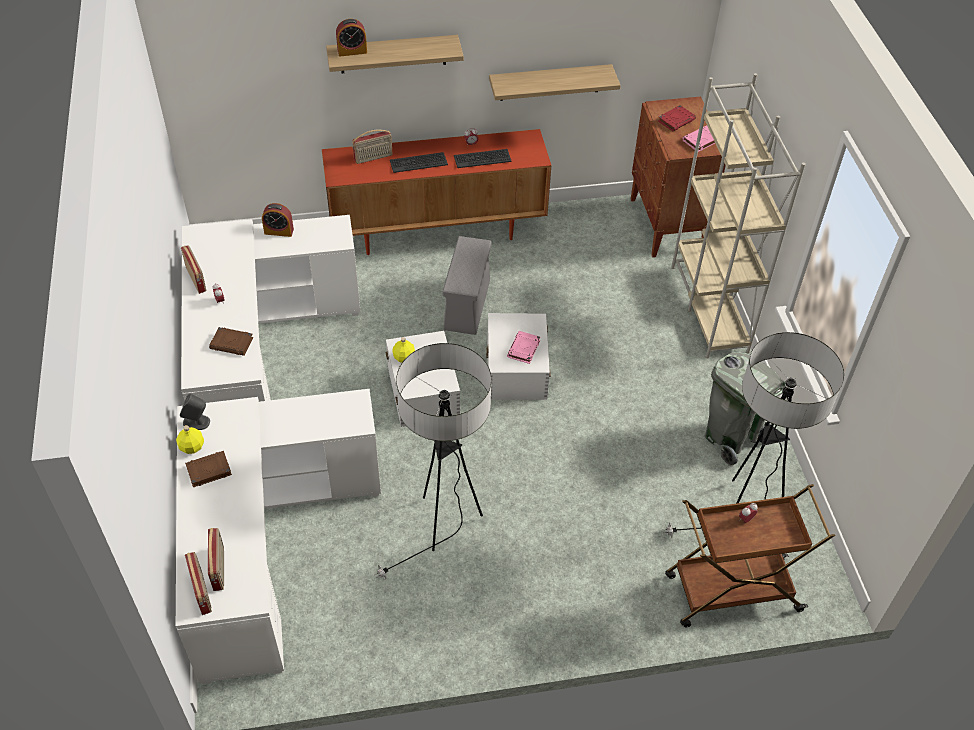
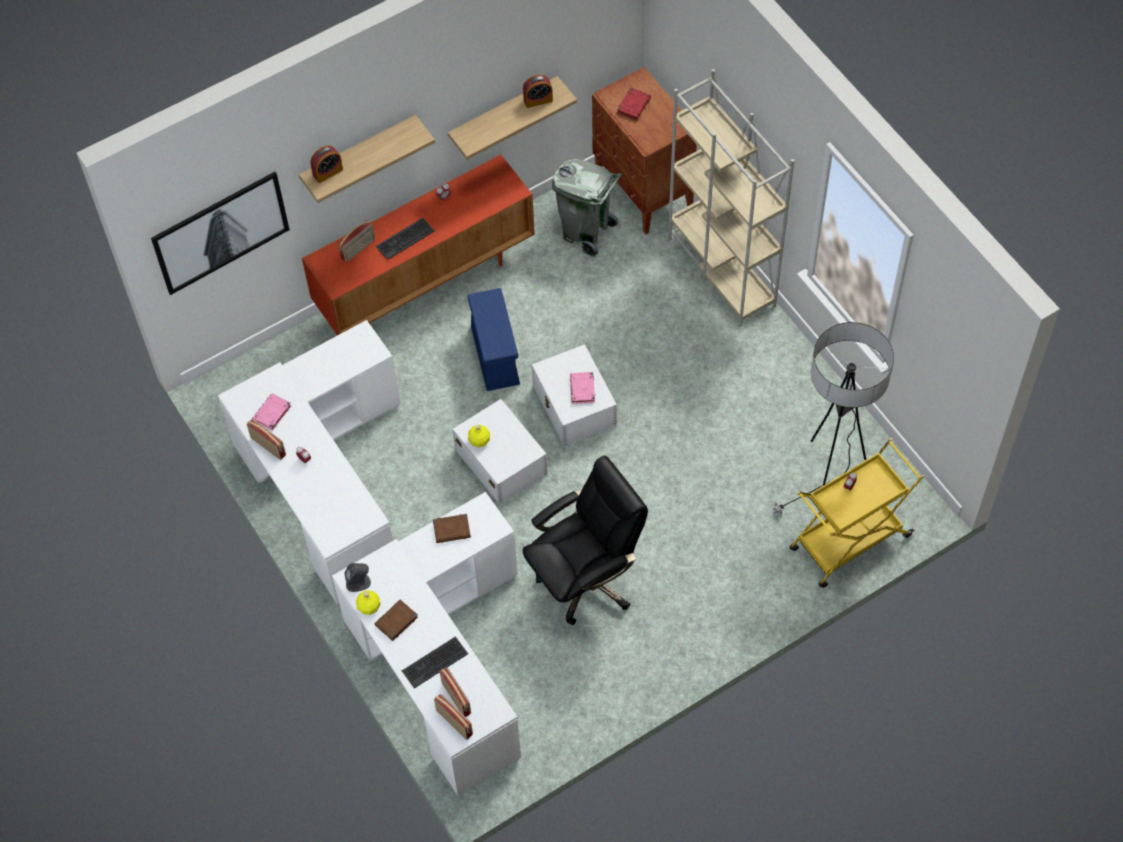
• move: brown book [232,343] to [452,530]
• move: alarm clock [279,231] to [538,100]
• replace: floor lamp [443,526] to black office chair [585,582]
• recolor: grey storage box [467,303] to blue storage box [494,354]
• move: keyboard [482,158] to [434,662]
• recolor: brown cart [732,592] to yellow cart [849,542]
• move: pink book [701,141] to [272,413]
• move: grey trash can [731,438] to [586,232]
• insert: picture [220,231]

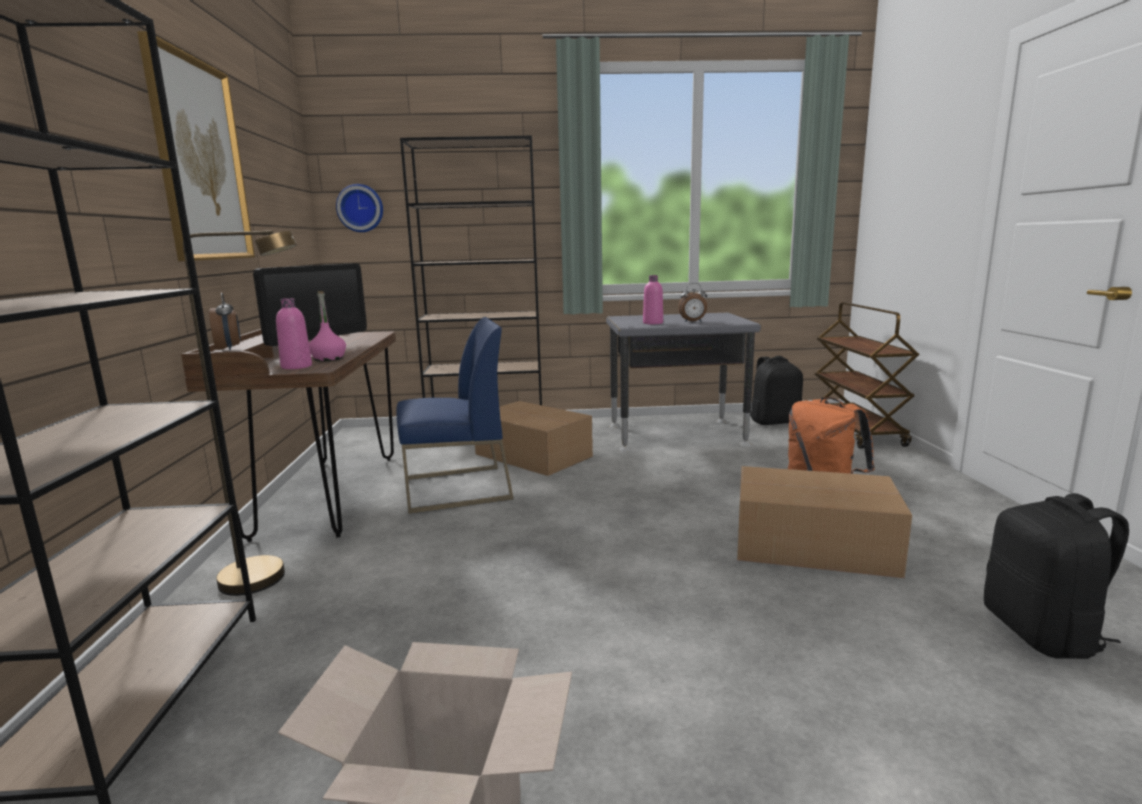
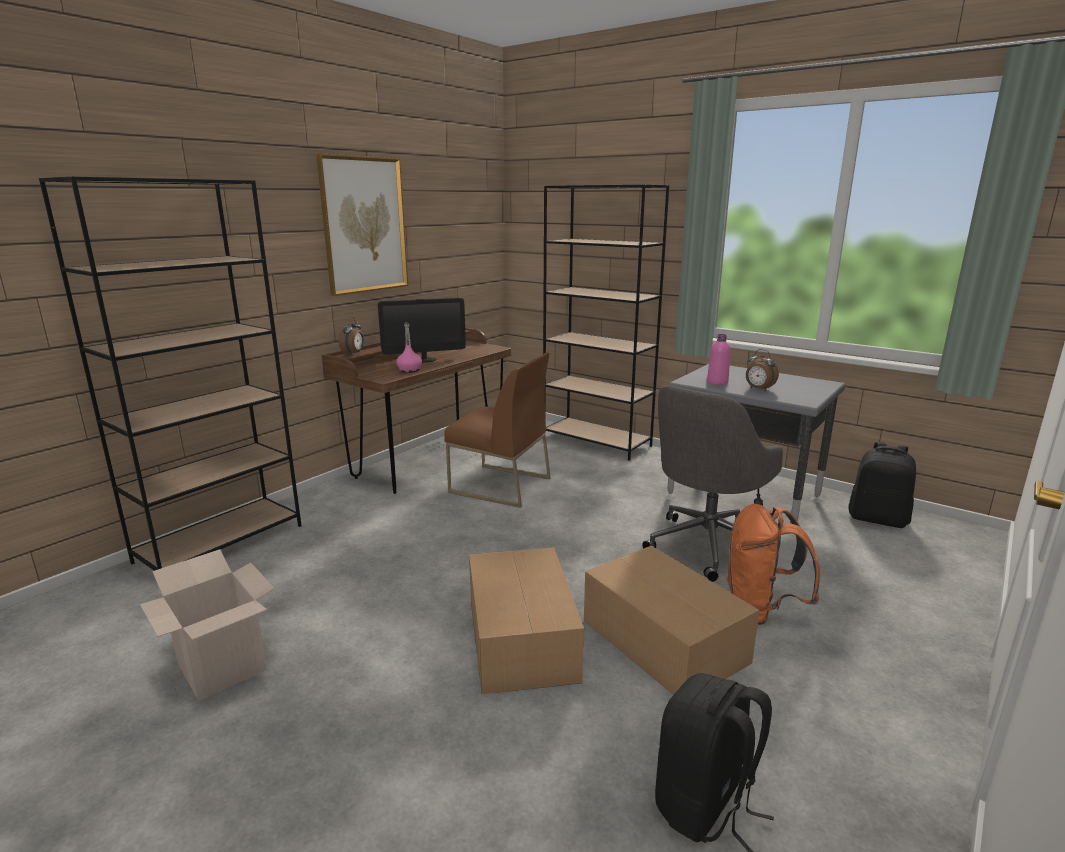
• delete: brown floor lamp [270,577]
• delete: pink bottle [296,366]
• delete: wall clock [360,208]
• recolor: blue chair [455,489] to brown chair [499,485]
• move: cardboard box [532,455] to [522,637]
• delete: brown cart [856,431]
• insert: grey office chair [707,547]

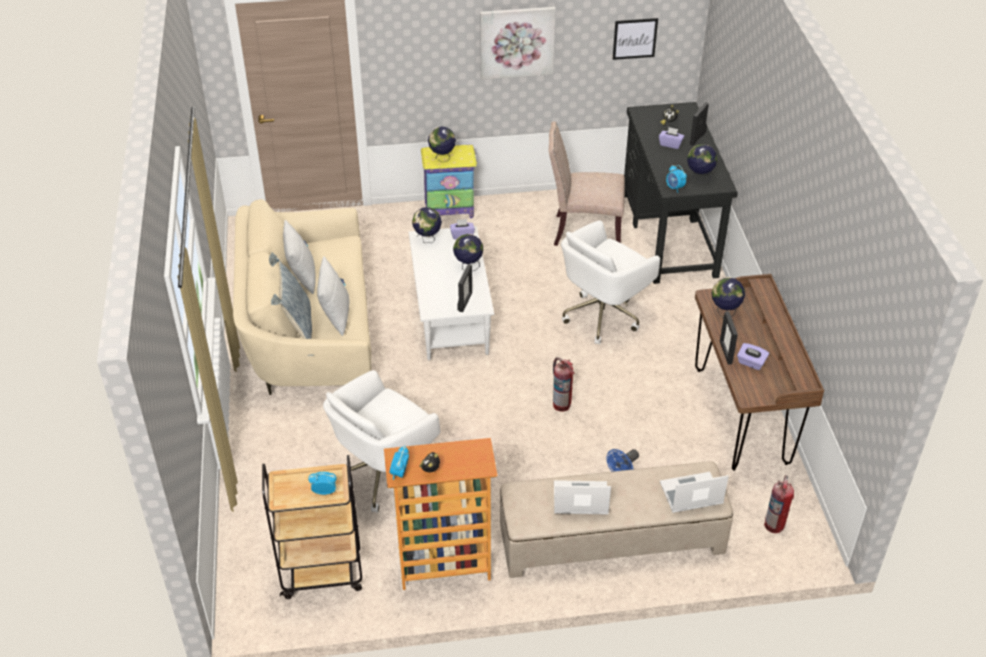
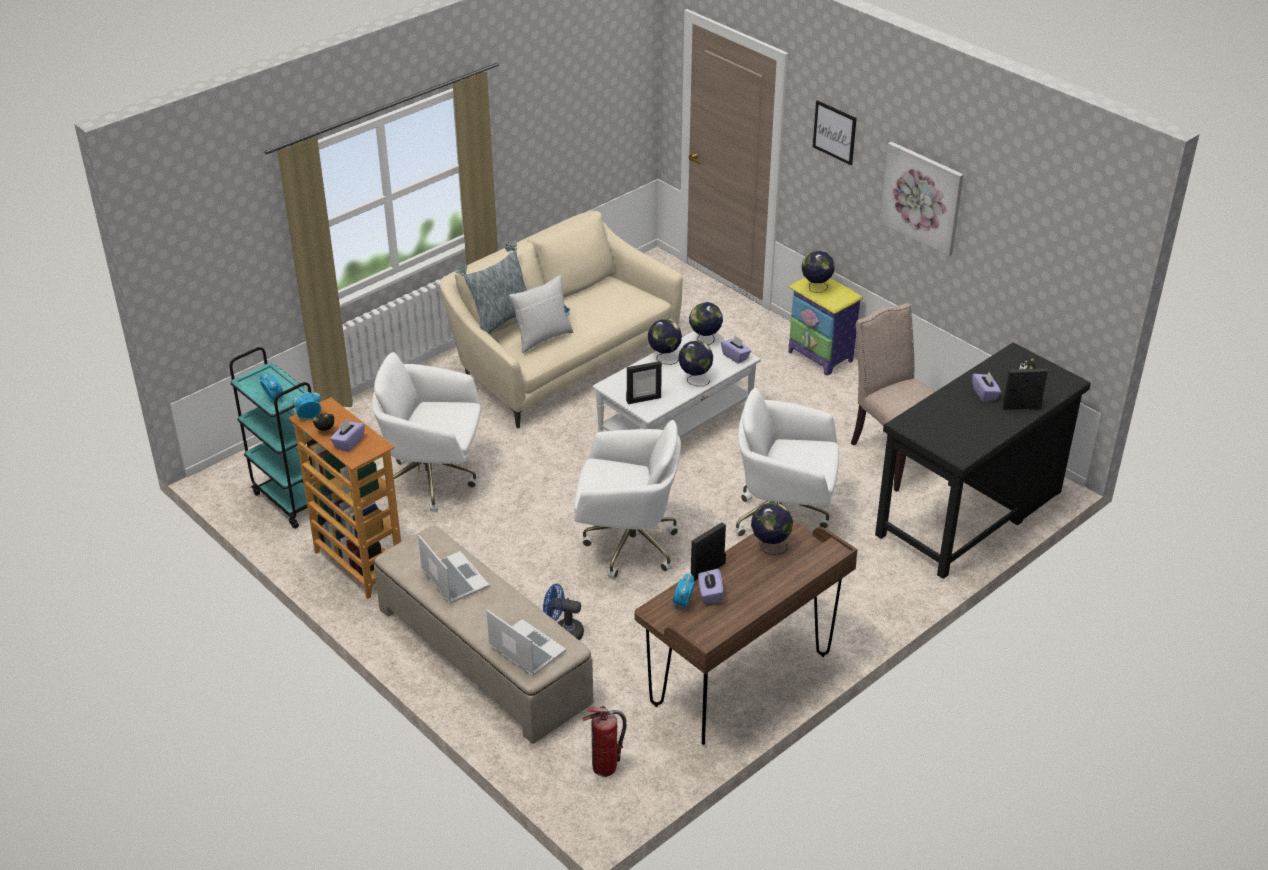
• recolor: brown cart [321,579] to turquoise cart [289,502]
• delete: grey pillow [302,277]
• replace: fire extinguisher [561,404] to white office chair [627,547]
• move: picture [634,38] to [834,132]
• move: alarm clock [674,188] to [683,603]
• move: globe [699,178] to [664,358]
• insert: purple tissue box [348,443]

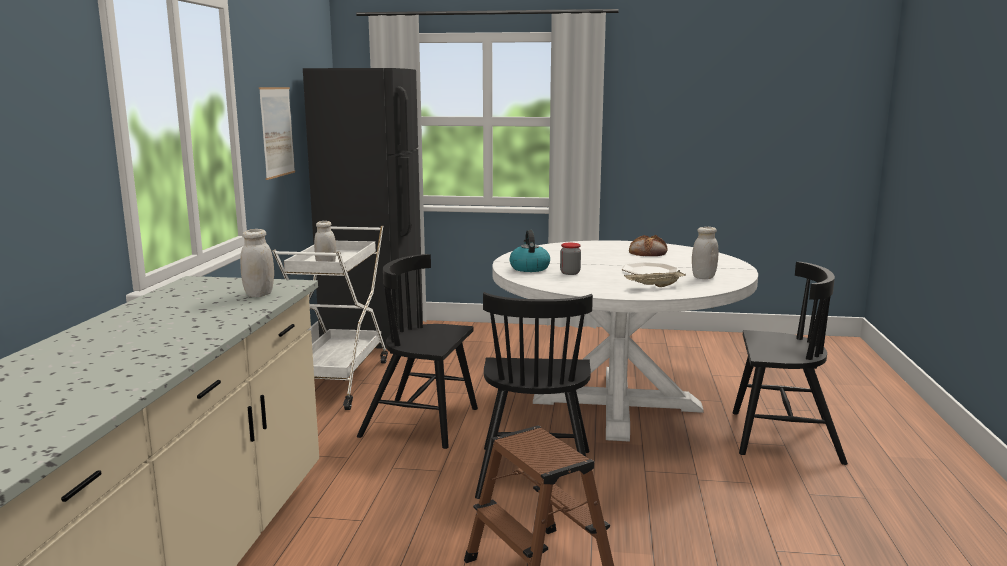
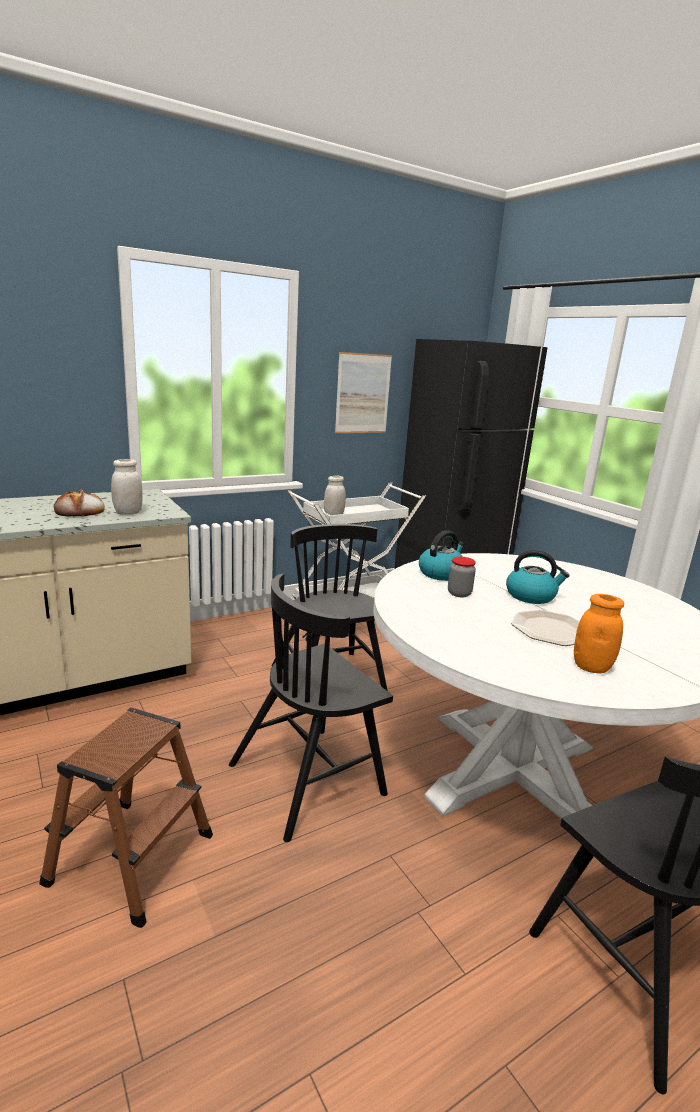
• delete: beige tray [654,287]
• move: bread [648,252] to [80,511]
• recolor: white jar [703,277] to orange jar [591,667]
• insert: kettle [531,596]

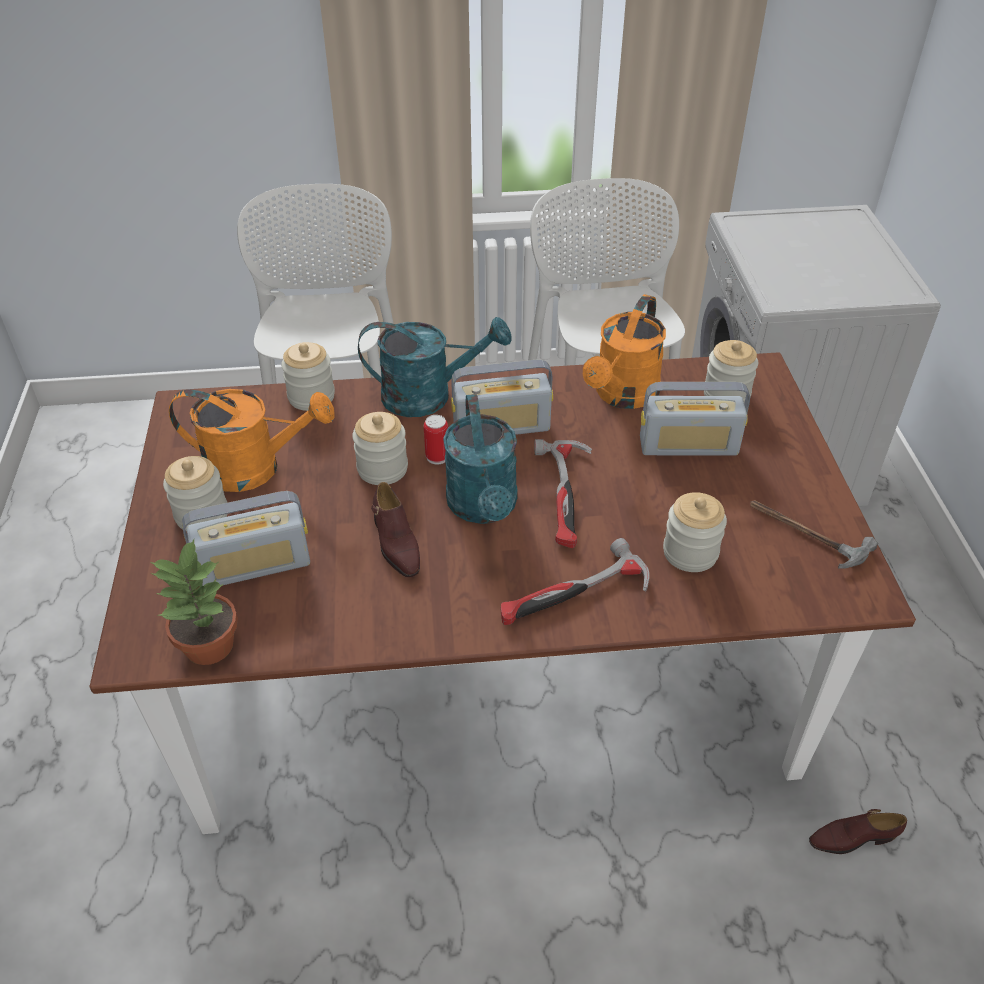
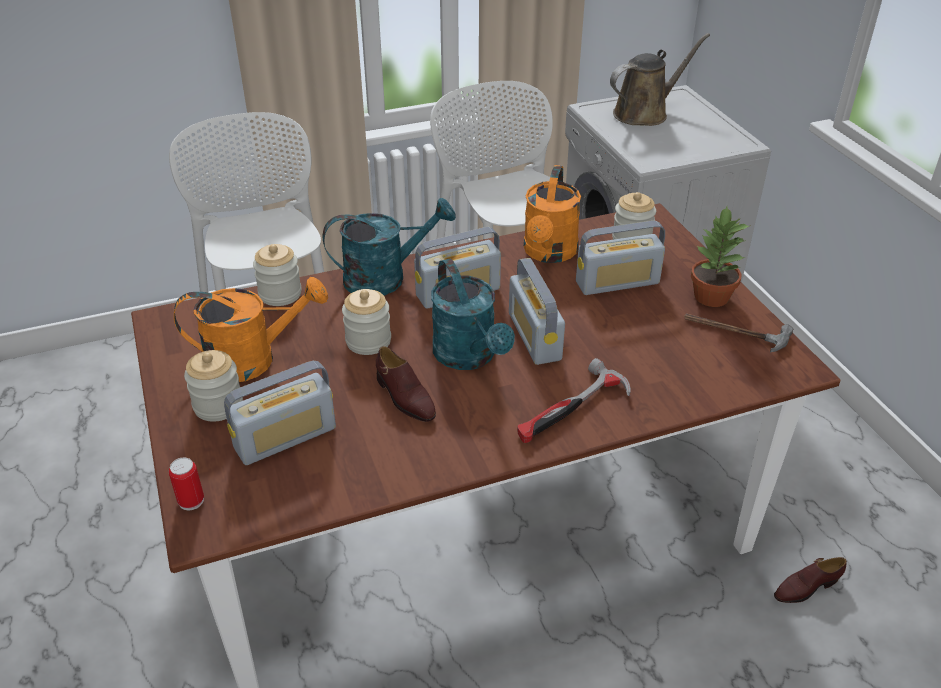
• move: potted plant [208,646] to [711,297]
• move: can [437,456] to [191,501]
• replace: hammer [566,496] to radio [534,336]
• delete: jar [690,552]
• insert: brown watering can [644,113]

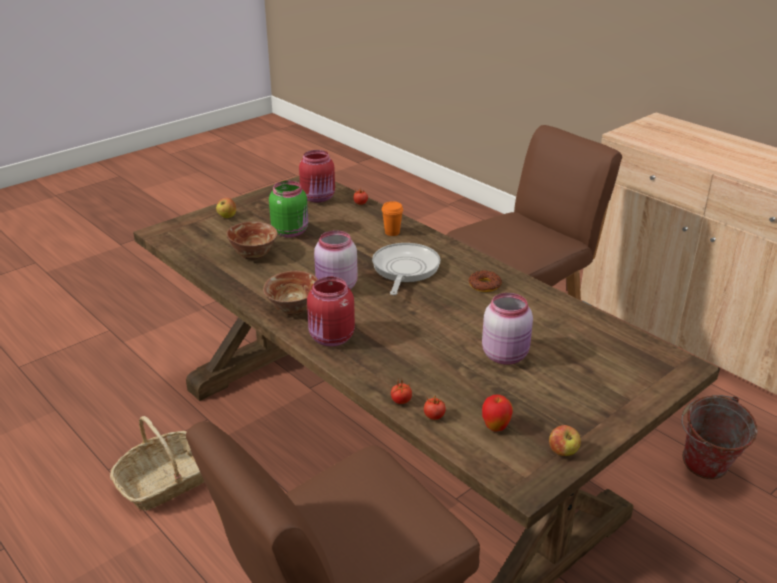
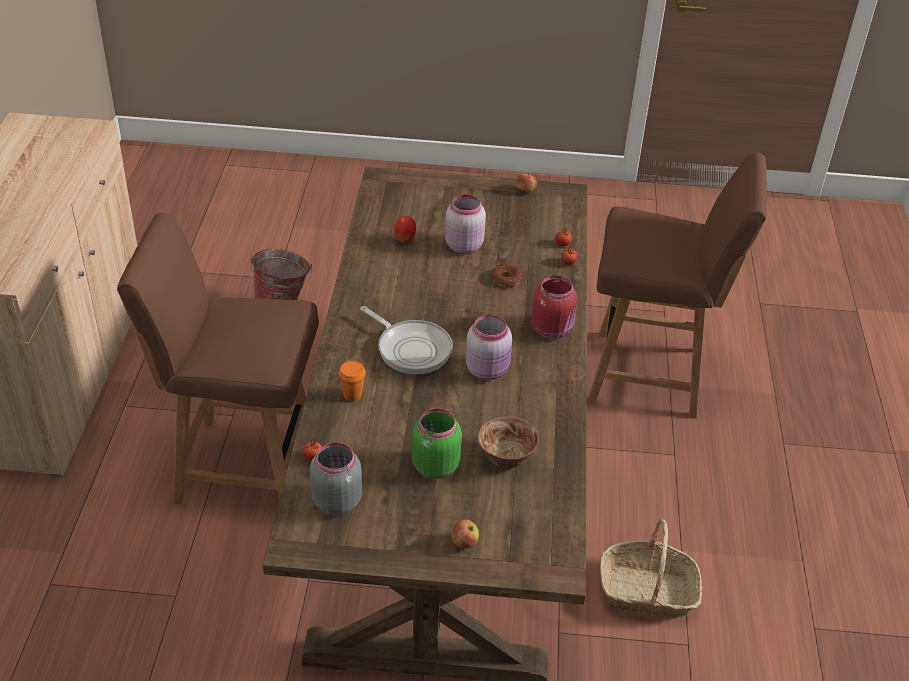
• delete: bowl [293,309]
• recolor: red jar [319,198] to grey jar [336,500]
• rotate: frying pan [404,269] = [411,349] 105 degrees counterclockwise
• move: donut [484,285] to [507,279]
• move: apple [495,427] to [405,240]

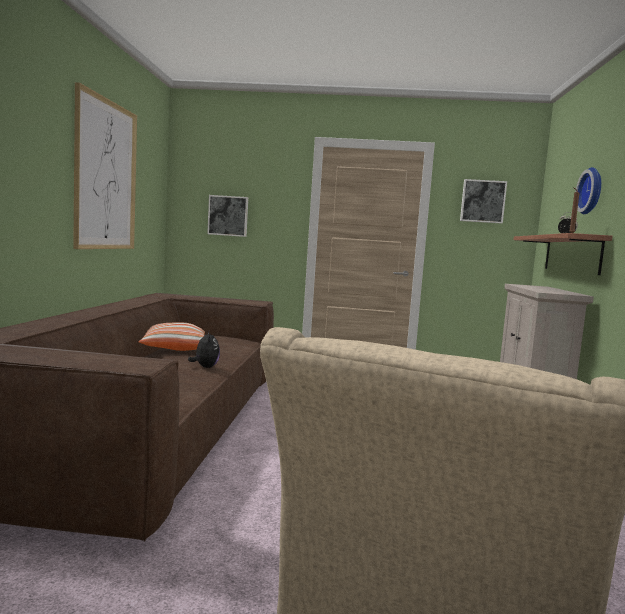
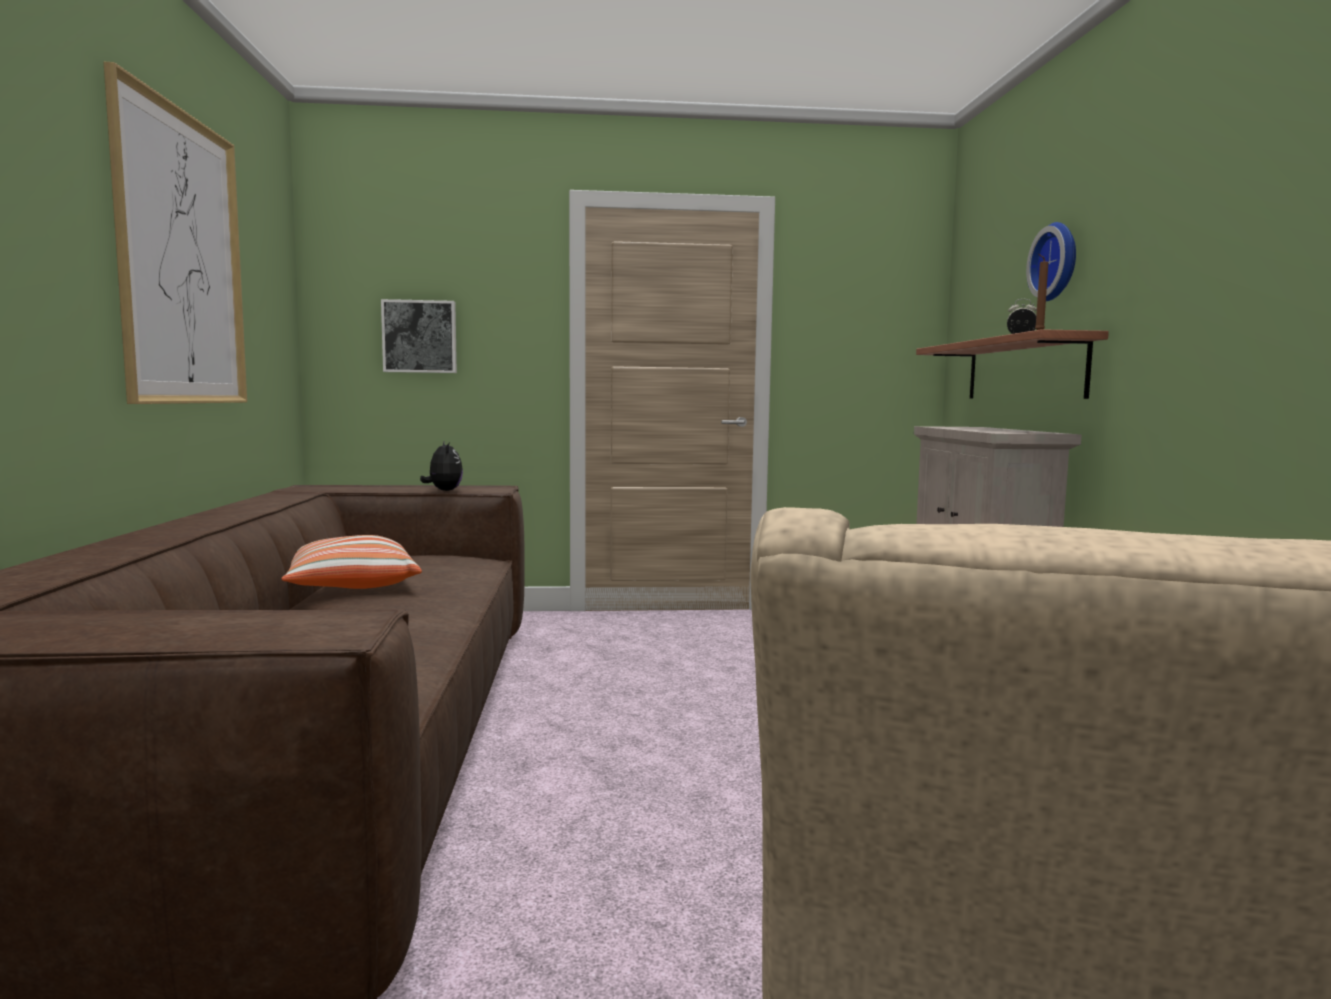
• move: plush toy [205,367] to [443,491]
• delete: picture [482,201]

